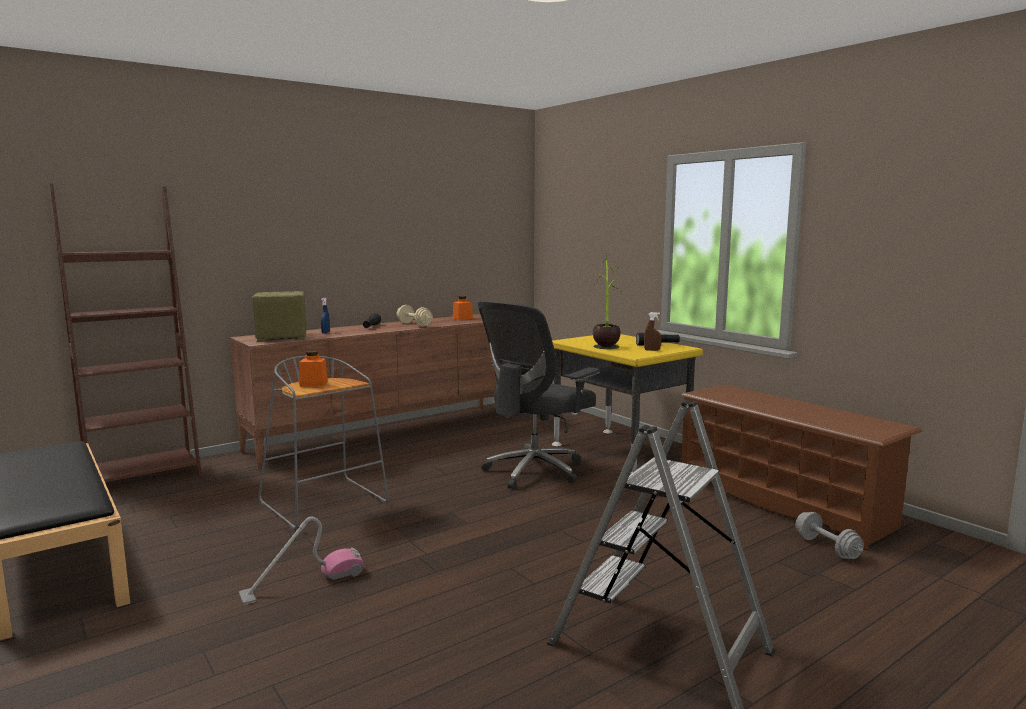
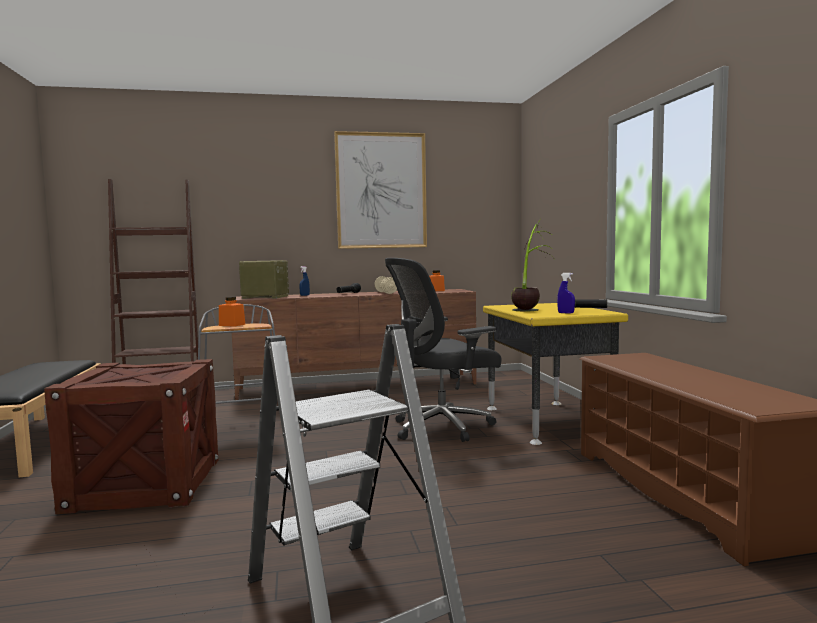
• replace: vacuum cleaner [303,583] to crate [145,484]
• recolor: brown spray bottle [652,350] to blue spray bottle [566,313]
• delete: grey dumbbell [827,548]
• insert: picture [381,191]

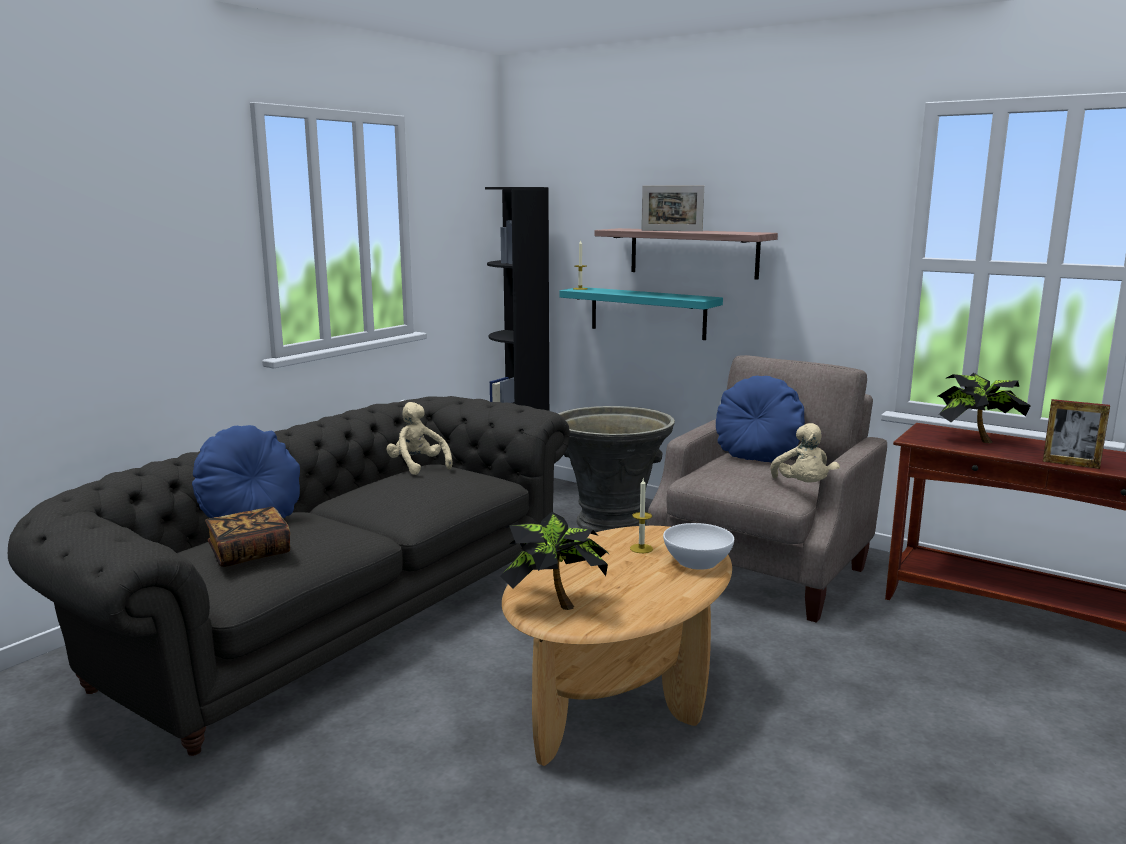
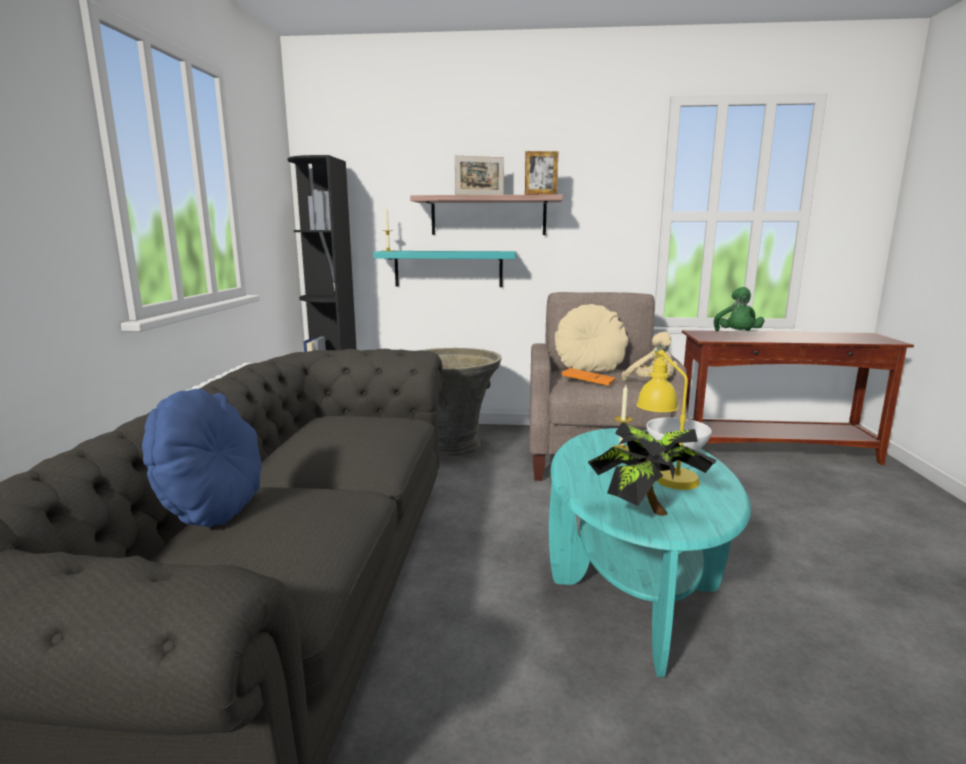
• delete: book [250,553]
• delete: beige plush toy [418,466]
• recolor: brown coffee table [619,696] to turquoise coffee table [634,586]
• recolor: blue pillow [757,458] to beige pillow [589,370]
• replace: potted plant [975,440] to green plush toy [737,335]
• move: picture frame [1070,464] to [540,194]
• insert: orange tray [588,380]
• insert: yellow table lamp [663,473]

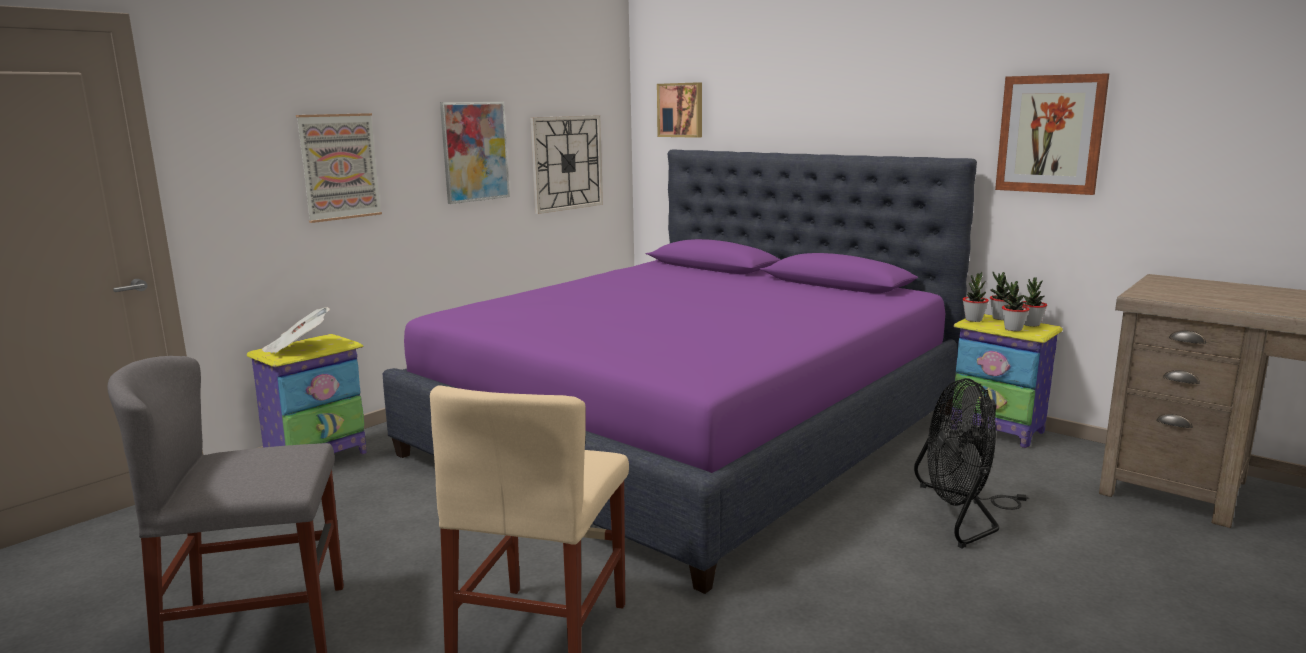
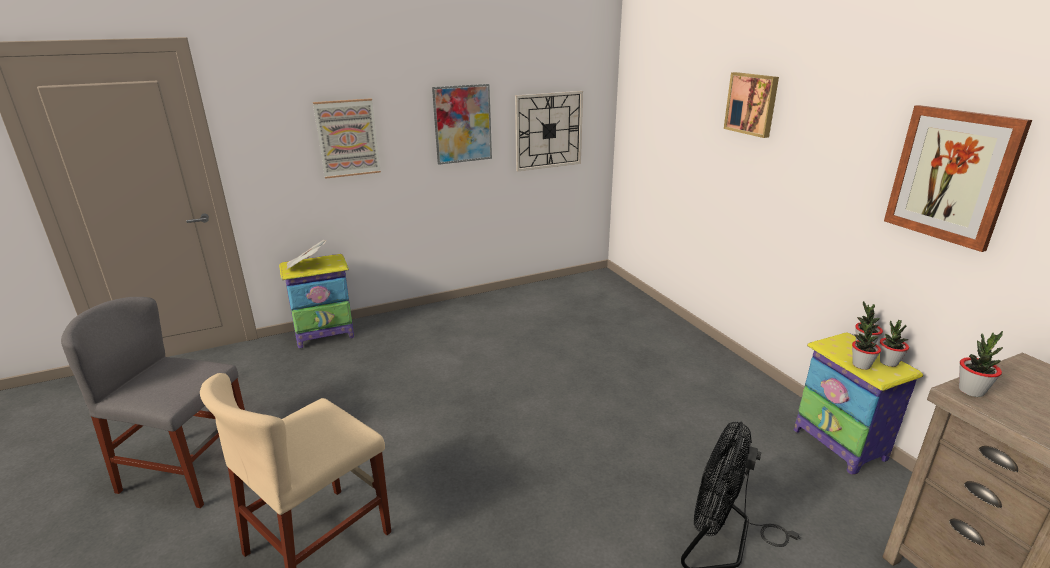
• delete: purple bed [688,432]
• move: picture [681,110] to [752,104]
• move: potted plant [973,320] to [971,391]

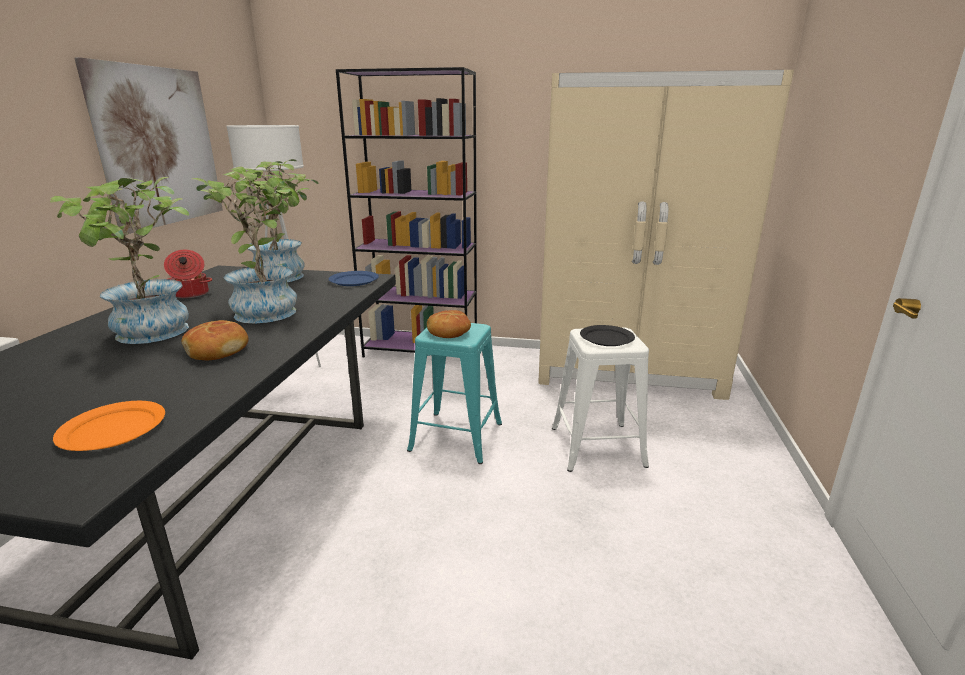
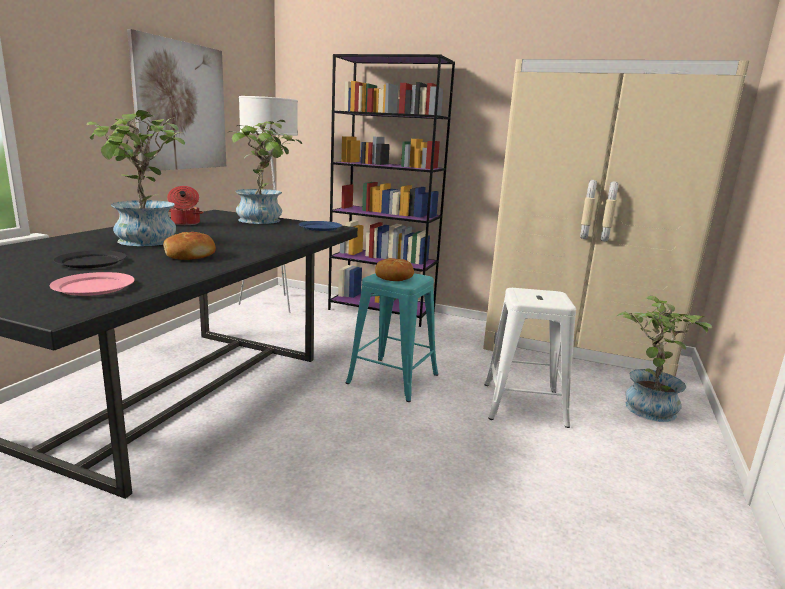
• recolor: orange plate [112,429] to pink plate [93,287]
• move: potted plant [267,309] to [646,405]
• move: black plate [607,338] to [91,262]

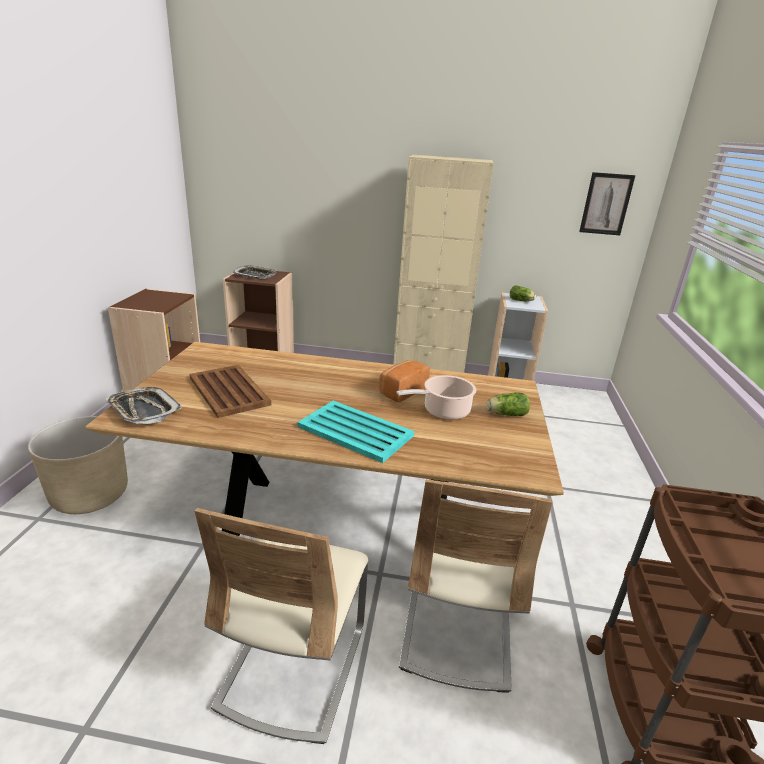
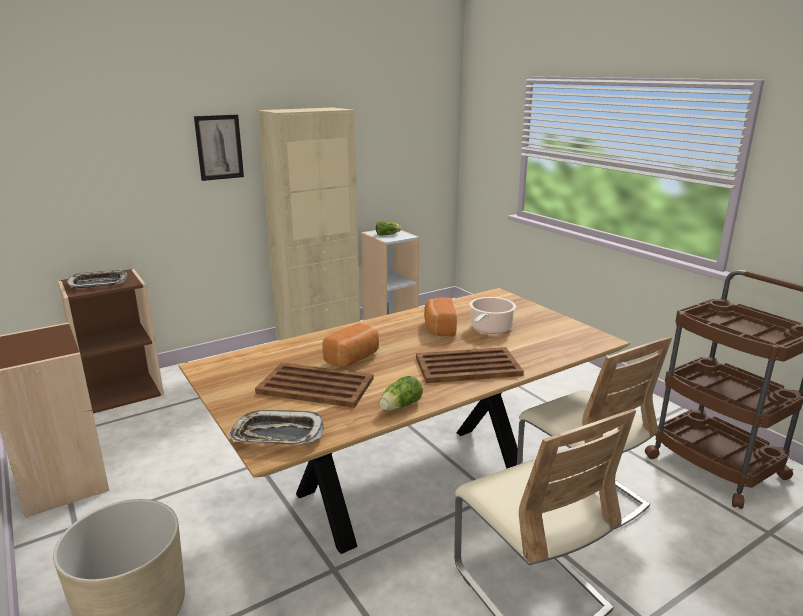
• recolor: turquoise tray [356,432] to brown tray [469,366]
• move: lettuce [505,414] to [399,406]
• move: picture [606,204] to [219,147]
• insert: bread [353,358]

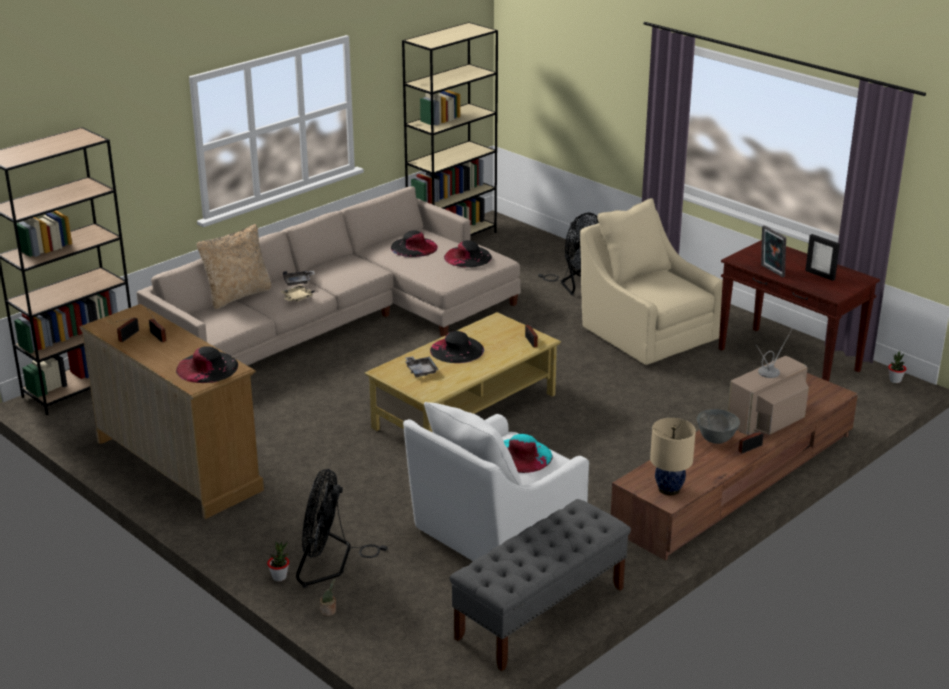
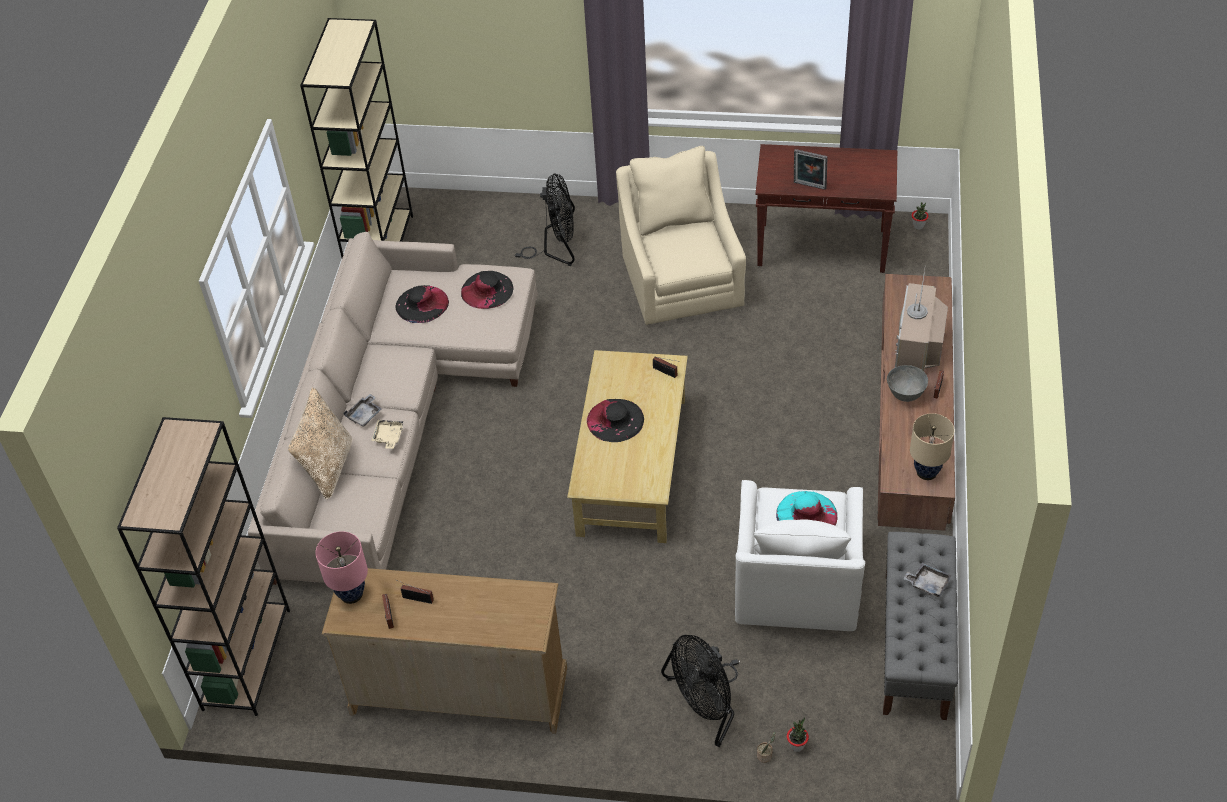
• delete: black hat [207,367]
• move: potted plant [279,577] to [797,745]
• move: grey tray [421,370] to [928,583]
• rotate: beige armchair [646,333] = [681,279] 60 degrees clockwise
• delete: picture frame [820,275]
• insert: pink table lamp [351,594]

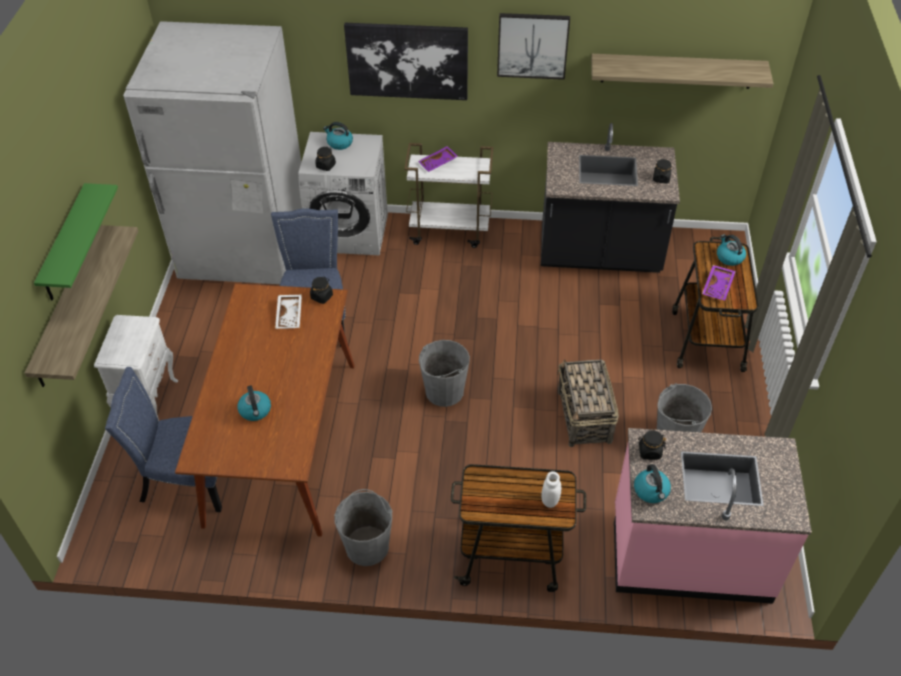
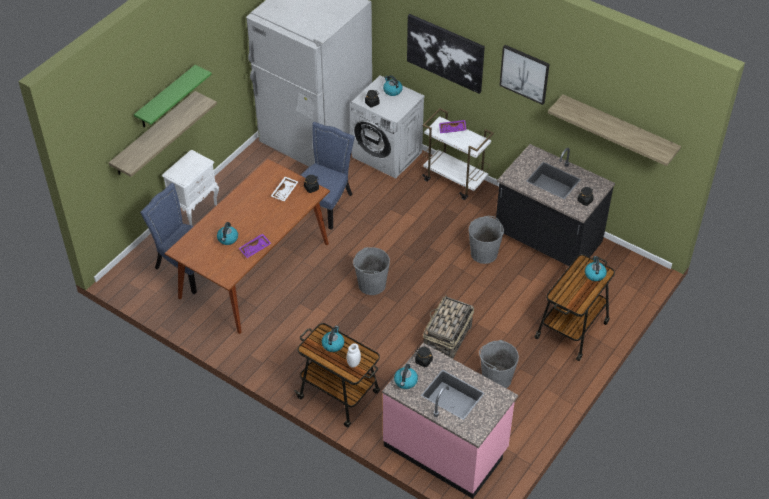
• move: grey bucket [367,546] to [484,253]
• move: purple tray [718,287] to [255,249]
• insert: kettle [333,344]

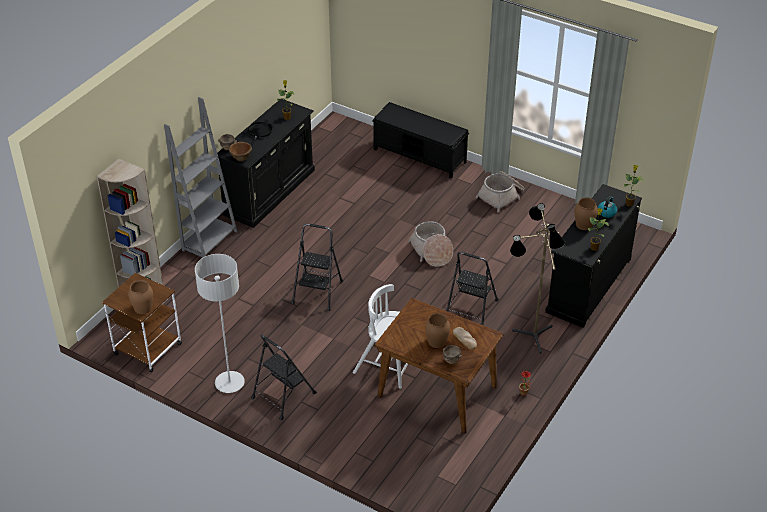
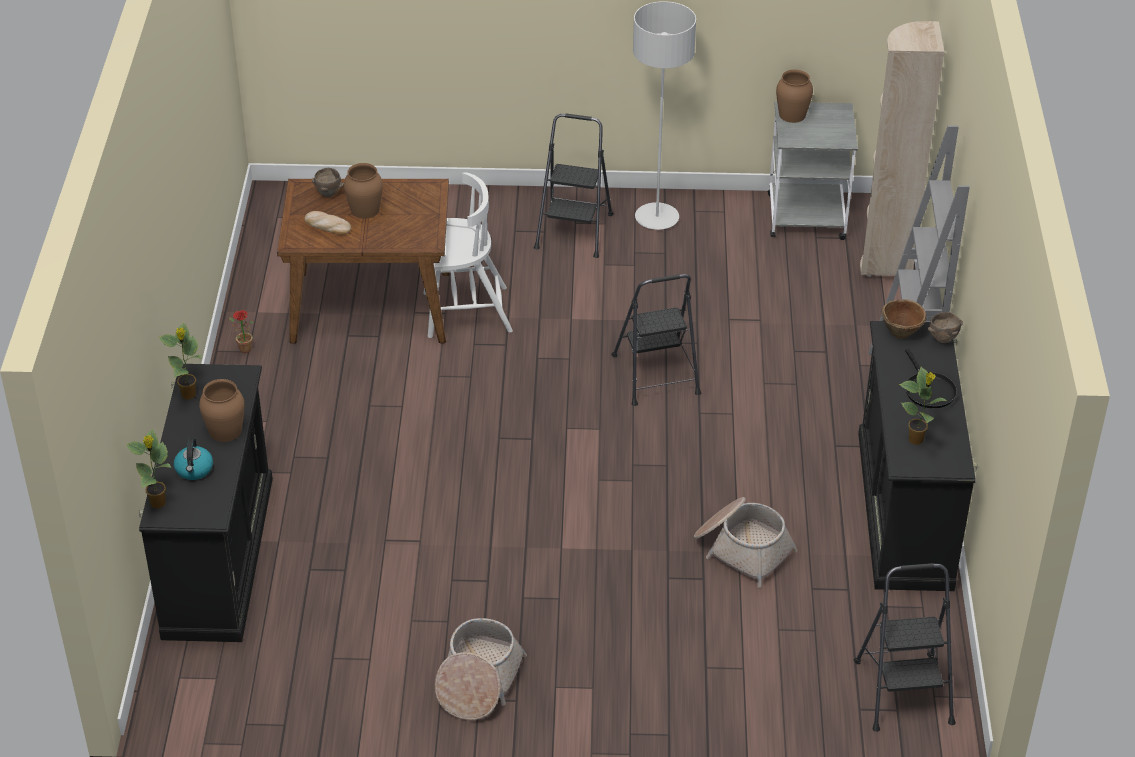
• recolor: brown cart [147,348] to grey cart [808,216]
• delete: black bench [420,156]
• move: basket [431,251] to [741,548]
• move: black step ladder [470,309] to [903,688]
• delete: floor lamp [530,338]

